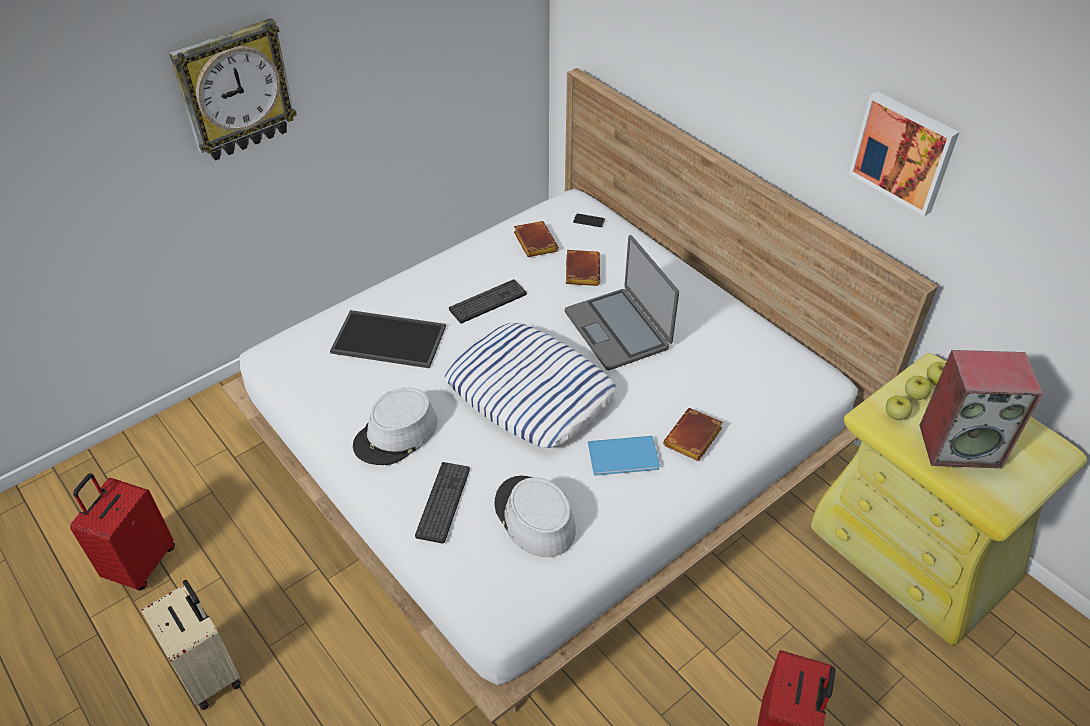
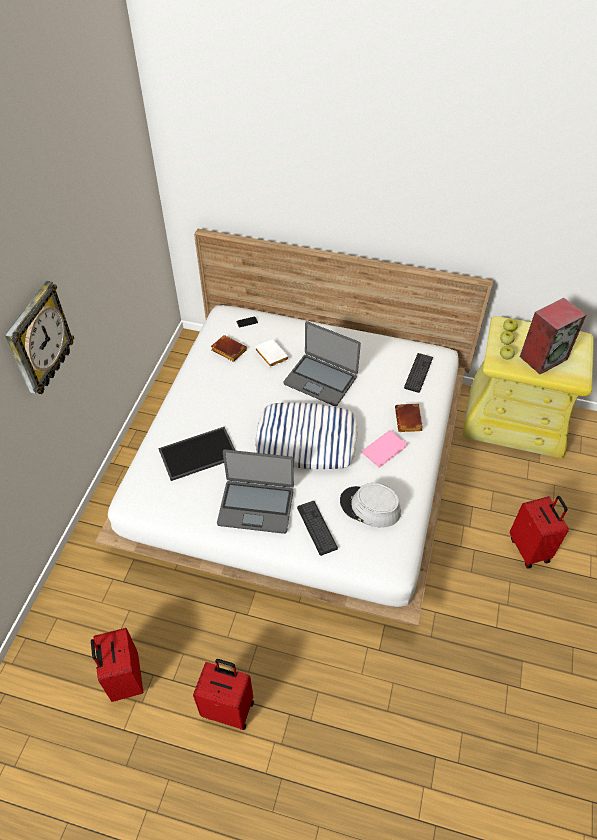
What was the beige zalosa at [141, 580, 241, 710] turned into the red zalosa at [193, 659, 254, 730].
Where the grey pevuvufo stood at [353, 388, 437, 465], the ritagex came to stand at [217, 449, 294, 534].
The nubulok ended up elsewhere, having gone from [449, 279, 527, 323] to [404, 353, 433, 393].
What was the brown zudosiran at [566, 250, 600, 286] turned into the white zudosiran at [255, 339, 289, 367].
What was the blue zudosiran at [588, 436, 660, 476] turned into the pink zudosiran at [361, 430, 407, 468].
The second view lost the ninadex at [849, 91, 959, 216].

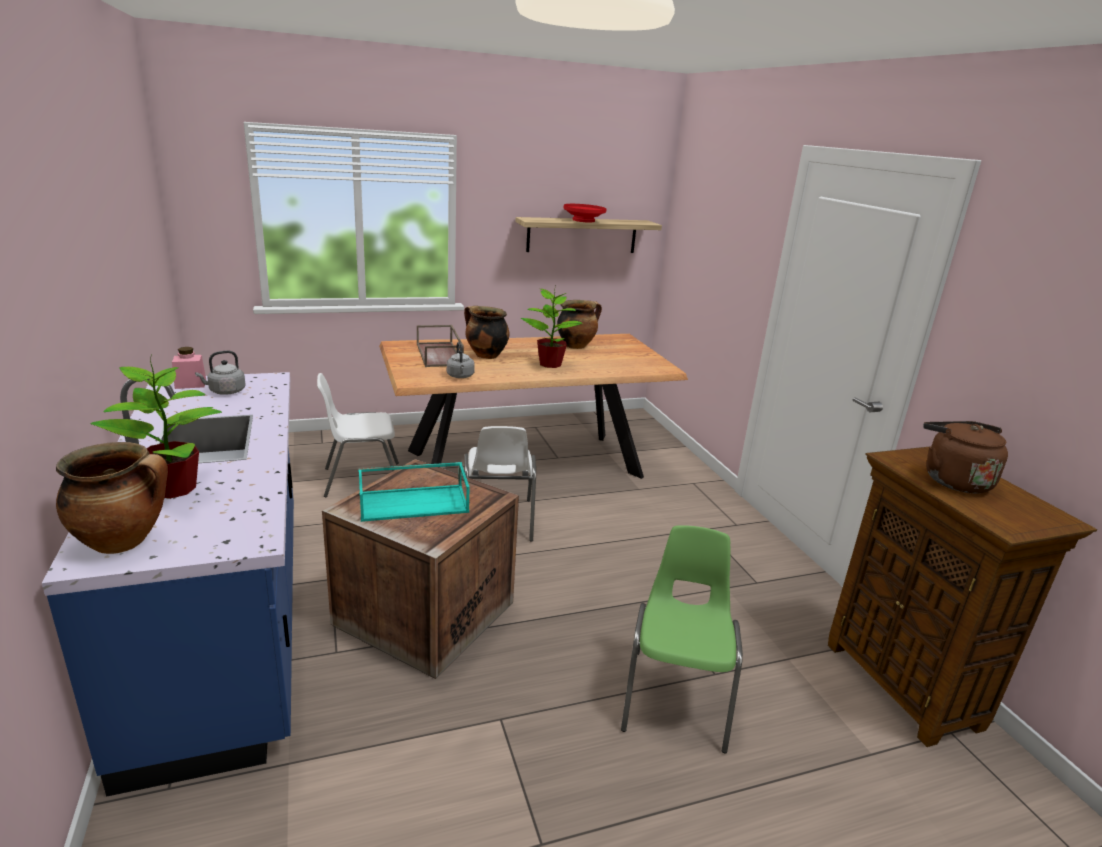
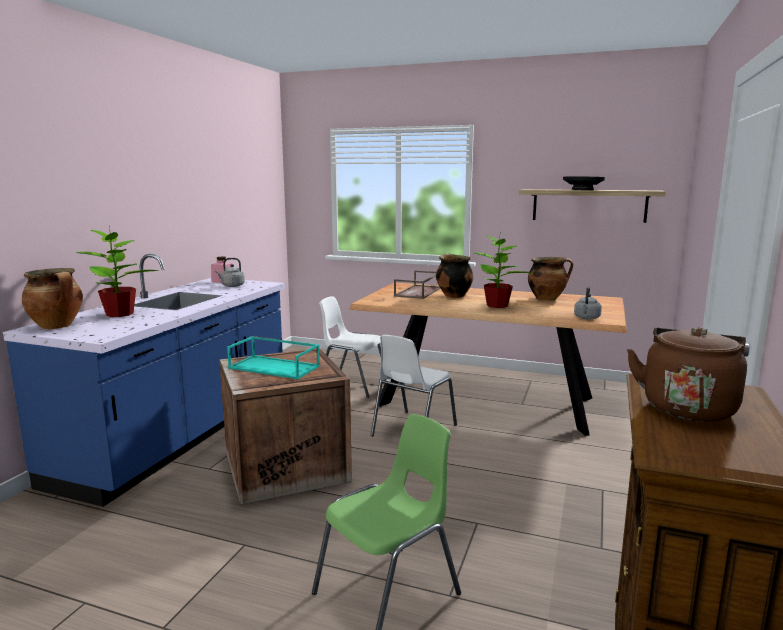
The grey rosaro ended up elsewhere, having gone from [447, 342, 475, 378] to [574, 286, 602, 320].
What was the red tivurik at [563, 204, 607, 223] turned into the black tivurik at [563, 176, 605, 190].

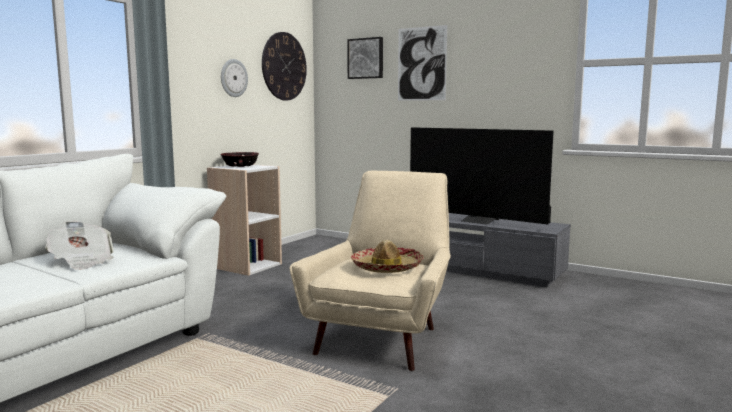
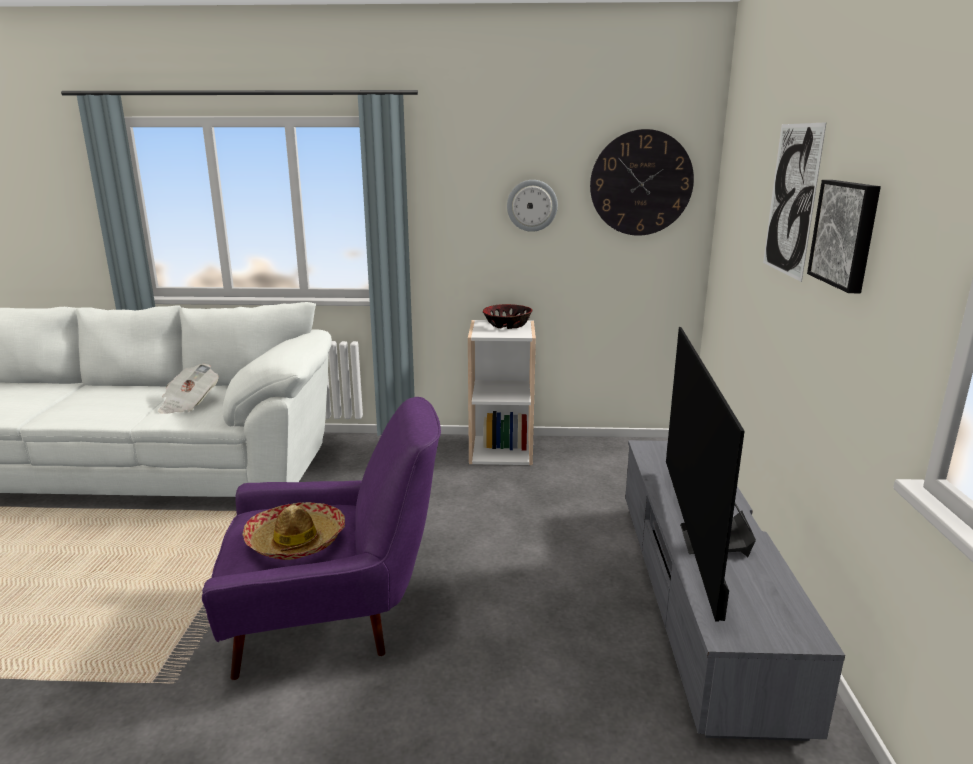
What was the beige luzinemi at [289, 170, 451, 371] turned into the purple luzinemi at [202, 397, 441, 680].
The ninadex ended up elsewhere, having gone from [347, 37, 383, 79] to [807, 180, 881, 293].

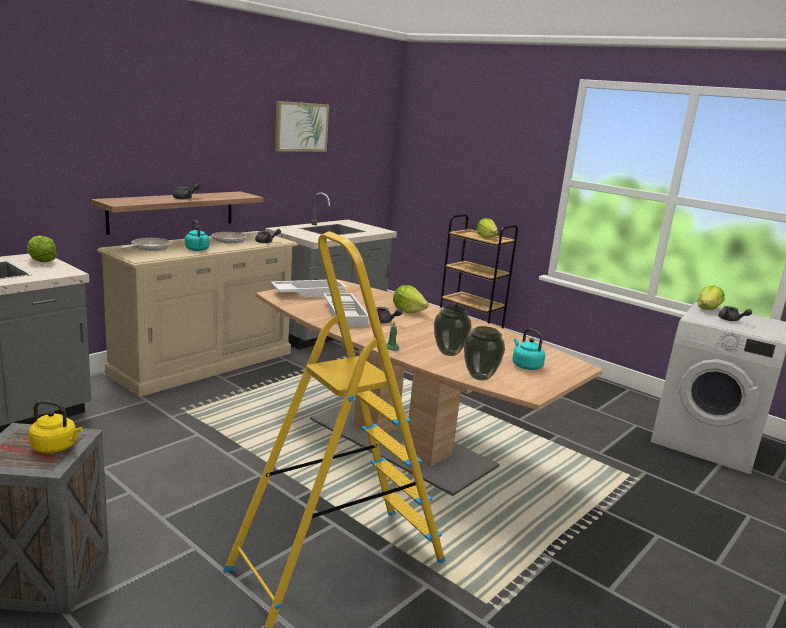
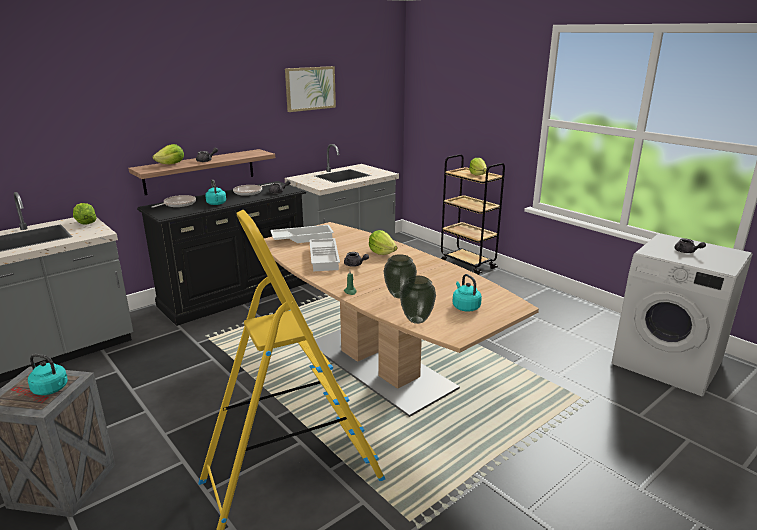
What was the yellow rosaro at [29, 400, 83, 453] turned into the turquoise rosaro at [28, 354, 68, 395].
What was the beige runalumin at [97, 231, 298, 397] turned into the black runalumin at [137, 181, 307, 326].
The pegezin ended up elsewhere, having gone from [697, 286, 725, 310] to [153, 144, 184, 164].

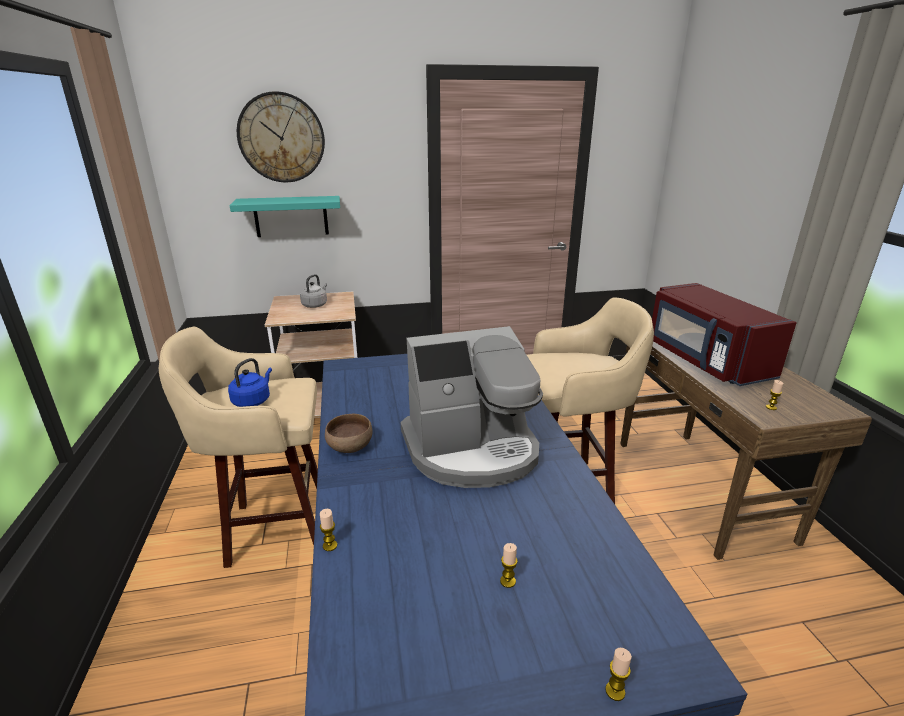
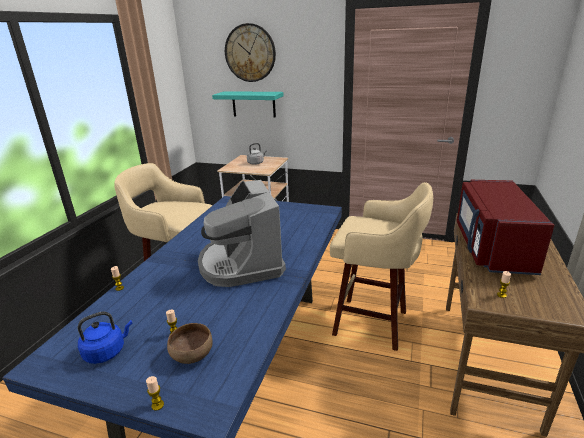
The blue rosaro ended up elsewhere, having gone from [228, 358, 272, 407] to [77, 311, 133, 364].
The brown tivurik ended up elsewhere, having gone from [325, 414, 373, 453] to [167, 323, 213, 364].
The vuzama at [401, 326, 543, 488] ended up facing another way, 60 degrees clockwise from before.

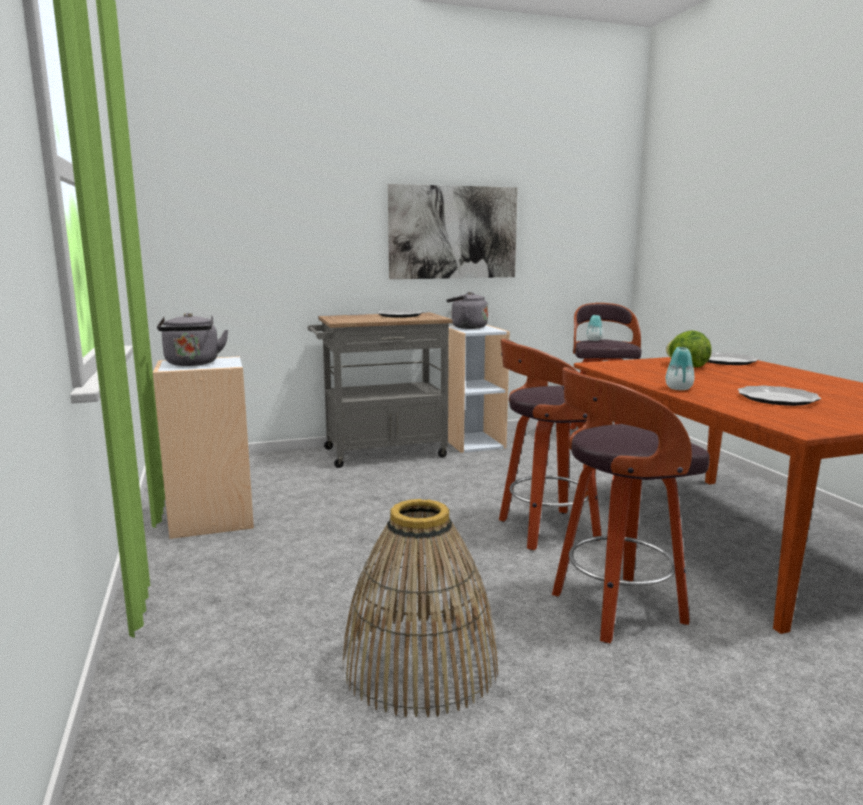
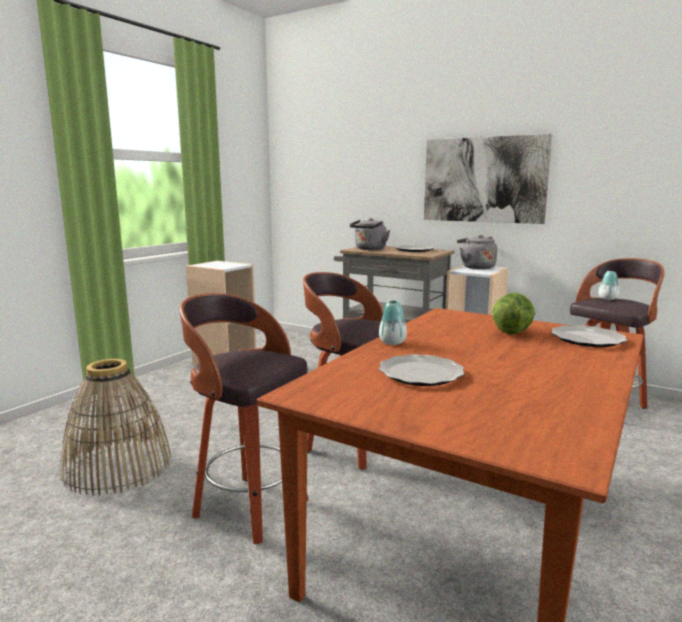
The grey rosaro ended up elsewhere, having gone from [157, 313, 228, 366] to [350, 218, 390, 250].

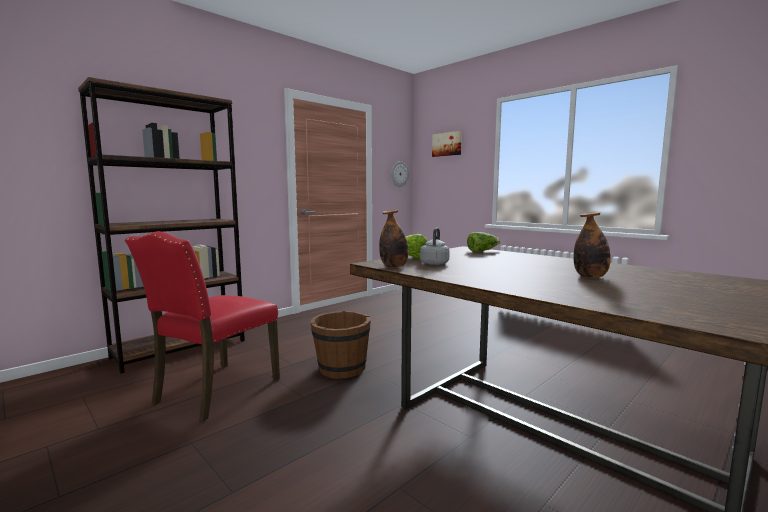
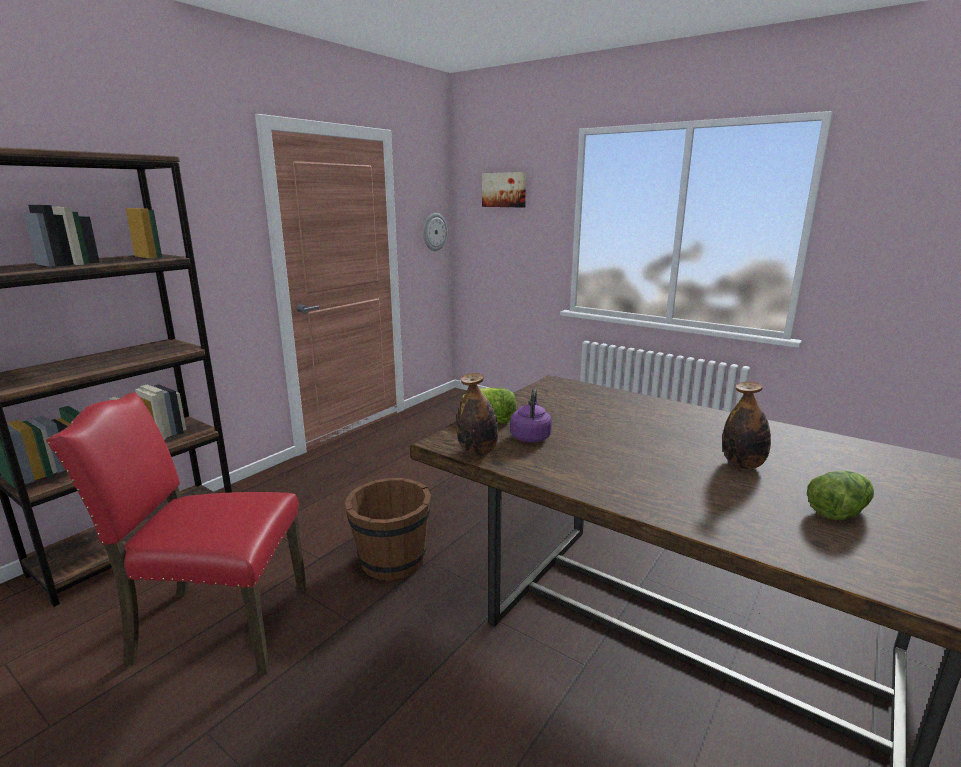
The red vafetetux at [125, 231, 280, 422] ended up facing another way, 75 degrees clockwise from before.
What was the grey rosaro at [420, 228, 450, 265] turned into the purple rosaro at [510, 388, 552, 442].
The pegezin ended up elsewhere, having gone from [467, 232, 500, 252] to [807, 471, 874, 520].

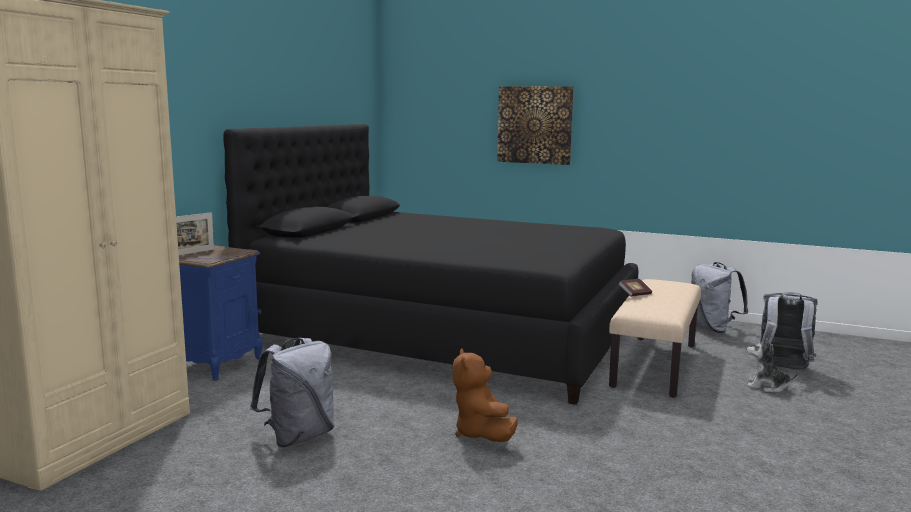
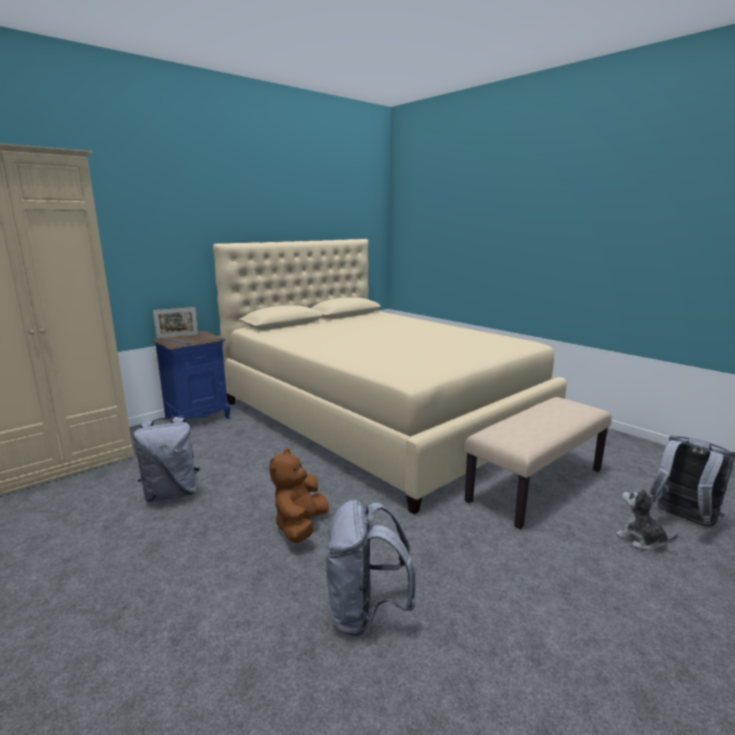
What was the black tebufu at [223, 124, 639, 405] turned into the beige tebufu at [213, 239, 567, 514].
The second view lost the ninadex at [497, 86, 574, 165].
The second view lost the zudosiran at [618, 279, 652, 297].
The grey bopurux ended up elsewhere, having gone from [691, 262, 749, 333] to [325, 500, 416, 636].

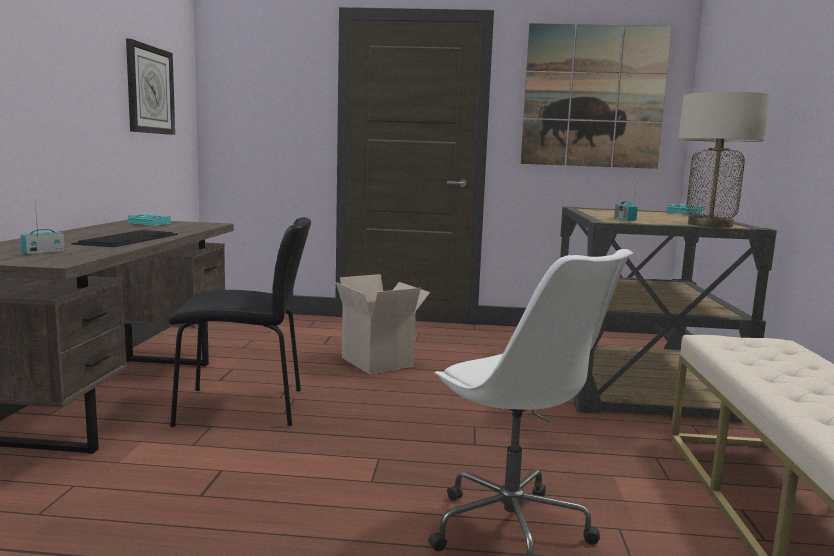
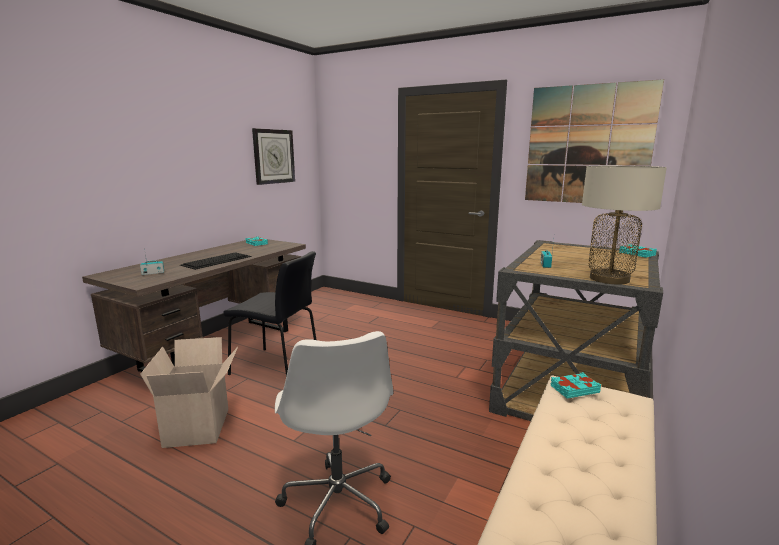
The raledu ended up elsewhere, having gone from [336, 274, 430, 374] to [140, 337, 238, 448].
The second view gained the turquoise zudosiran at [551, 372, 601, 399].

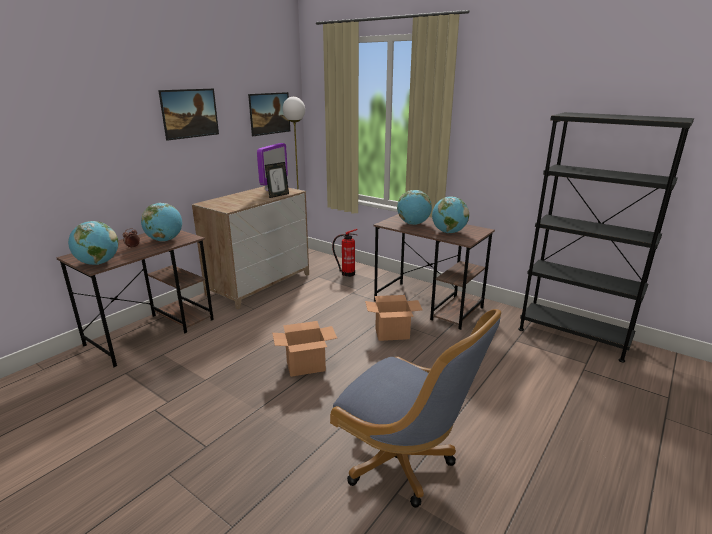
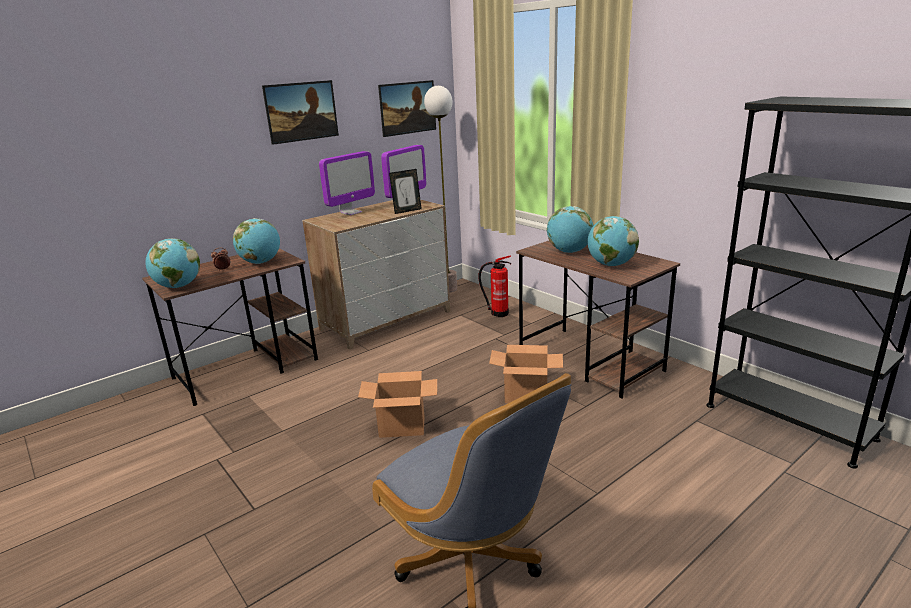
The second view gained the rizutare at [319, 151, 375, 215].

